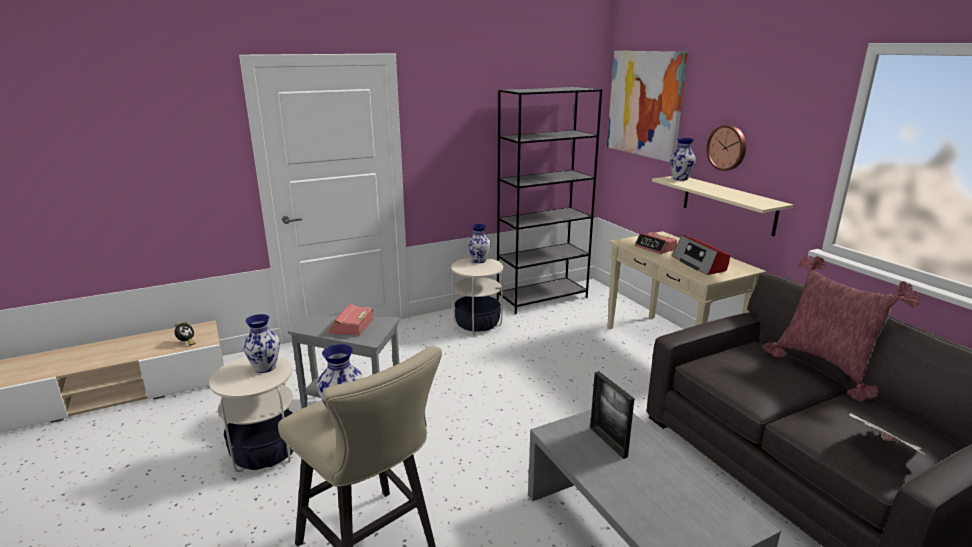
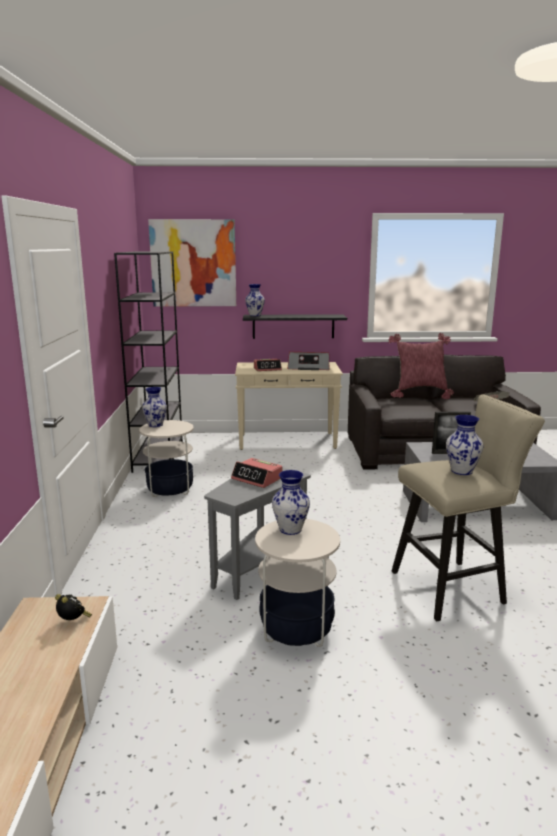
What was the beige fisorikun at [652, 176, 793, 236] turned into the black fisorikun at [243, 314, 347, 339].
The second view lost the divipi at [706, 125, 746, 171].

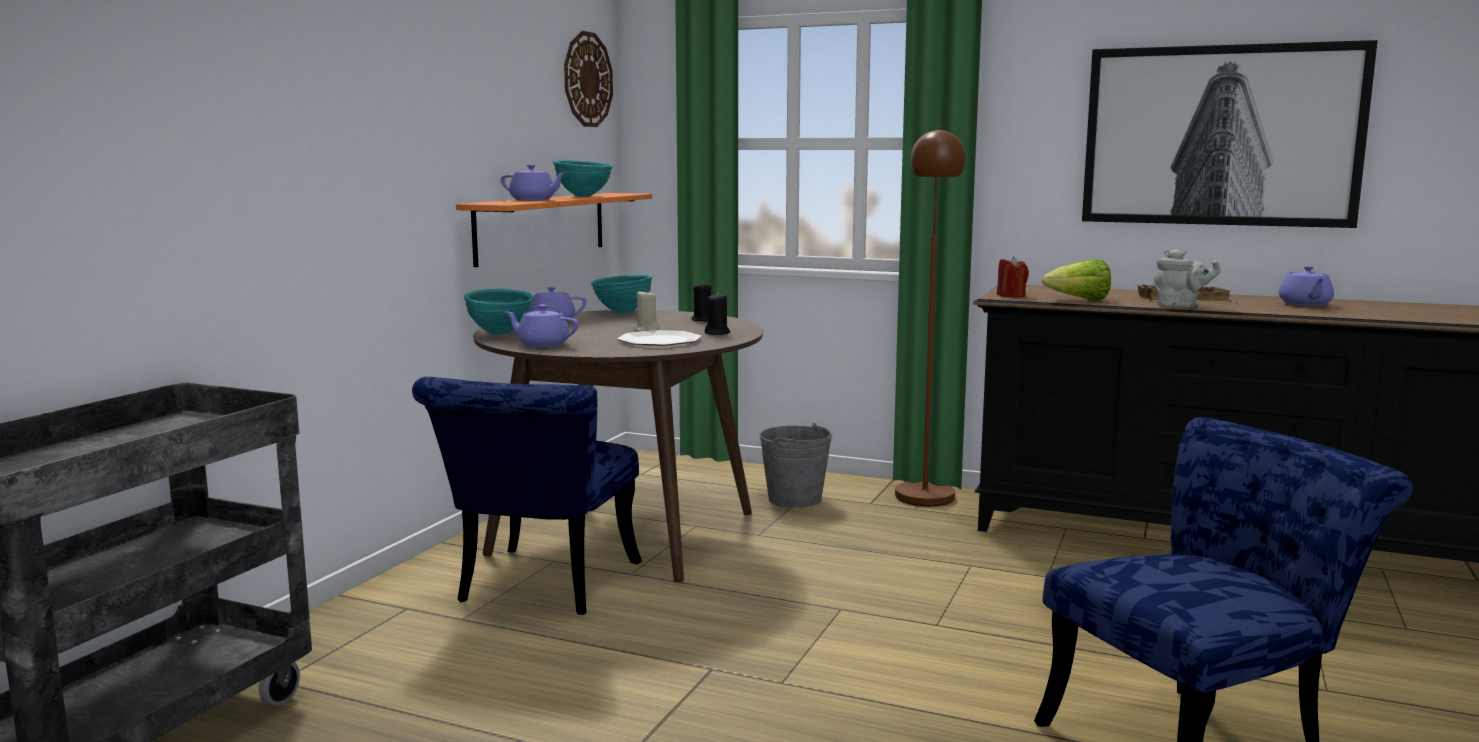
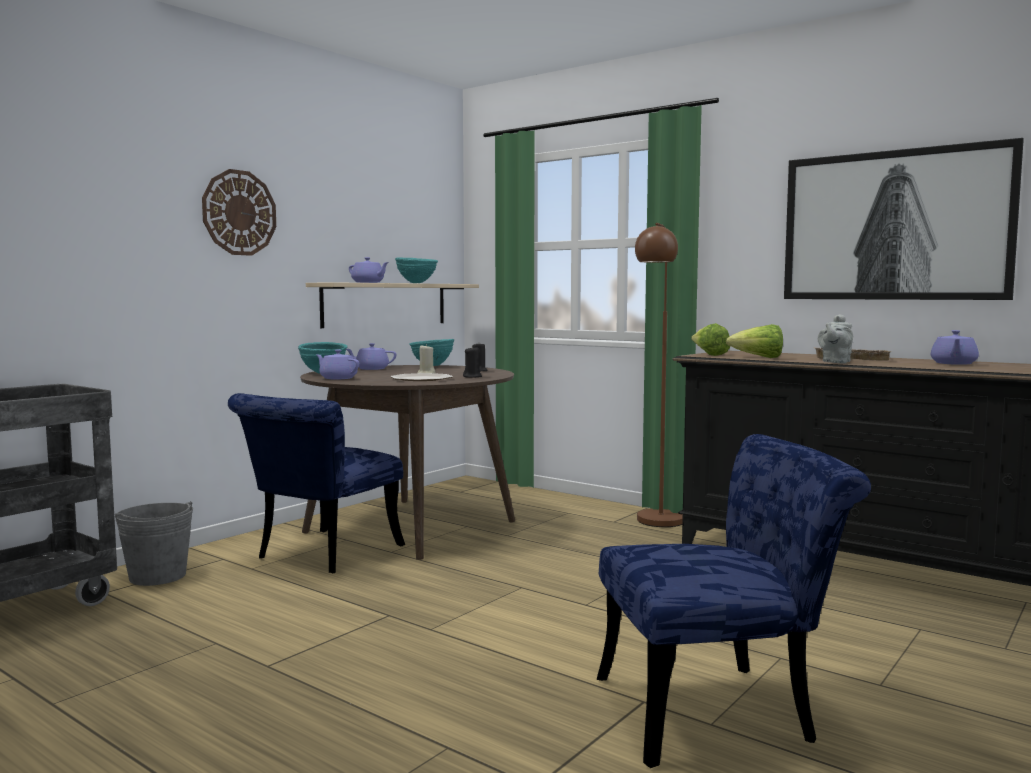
What was the orange fisorikun at [456, 193, 652, 267] turned into the beige fisorikun at [306, 282, 479, 328].
The divipi ended up elsewhere, having gone from [564, 31, 613, 127] to [202, 169, 276, 256].
The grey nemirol ended up elsewhere, having gone from [759, 423, 832, 508] to [115, 501, 193, 586].
Where the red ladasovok stood at [997, 256, 1029, 298], the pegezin came to stand at [691, 323, 730, 356].
The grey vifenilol at [1153, 249, 1220, 307] ended up facing another way, 90 degrees clockwise from before.

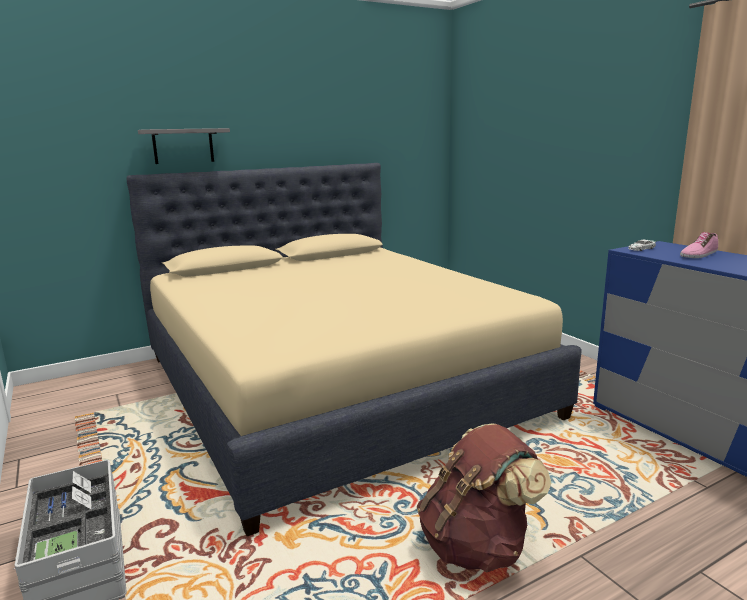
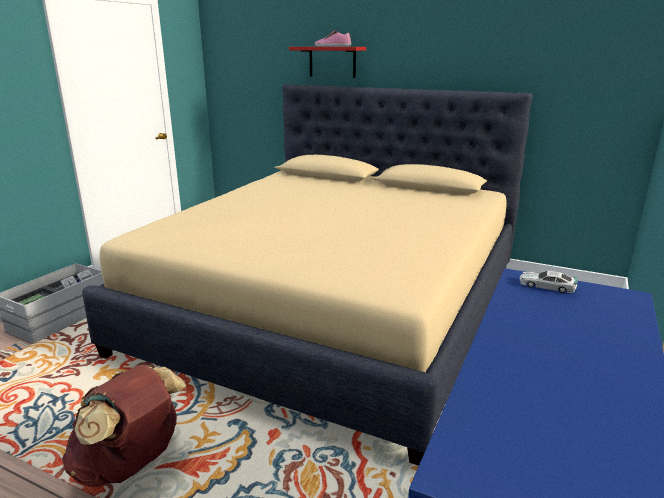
What was the grey fisorikun at [138, 128, 230, 164] turned into the red fisorikun at [289, 47, 366, 78].
The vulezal ended up elsewhere, having gone from [680, 232, 718, 258] to [314, 30, 351, 47].

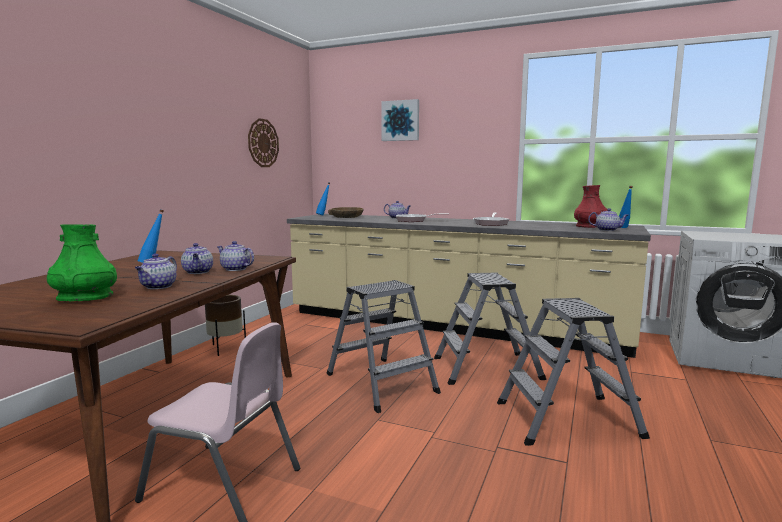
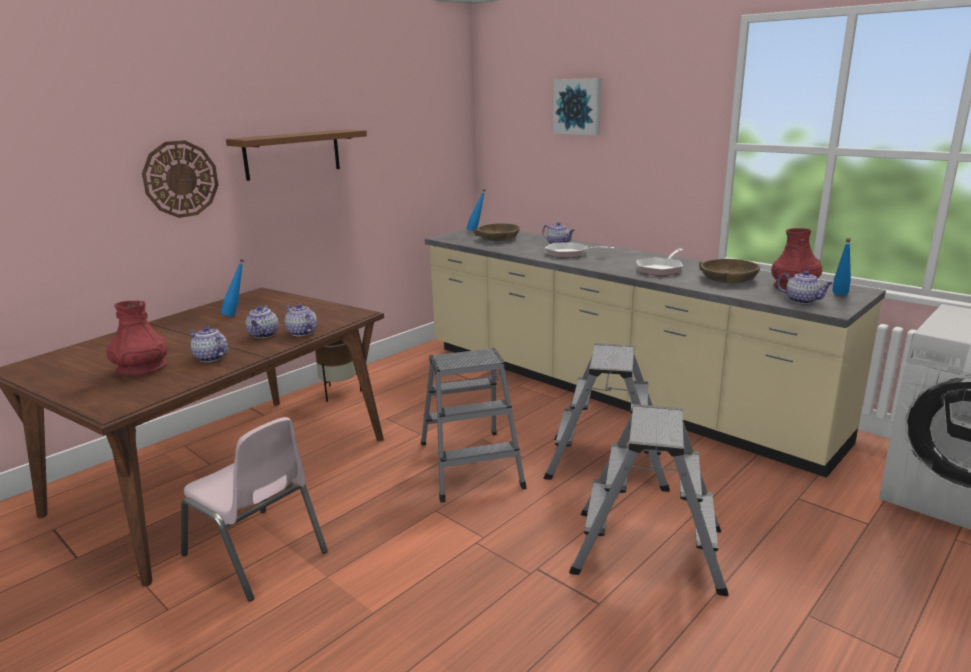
What was the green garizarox at [47, 224, 117, 301] turned into the red garizarox at [106, 301, 168, 376].
The vifenilol at [135, 254, 177, 289] ended up facing another way, 90 degrees clockwise from before.
The divipi ended up elsewhere, having gone from [248, 118, 279, 167] to [142, 140, 218, 218].
The second view gained the brown fisorikun at [226, 129, 367, 181].
The second view gained the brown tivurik at [699, 259, 760, 283].

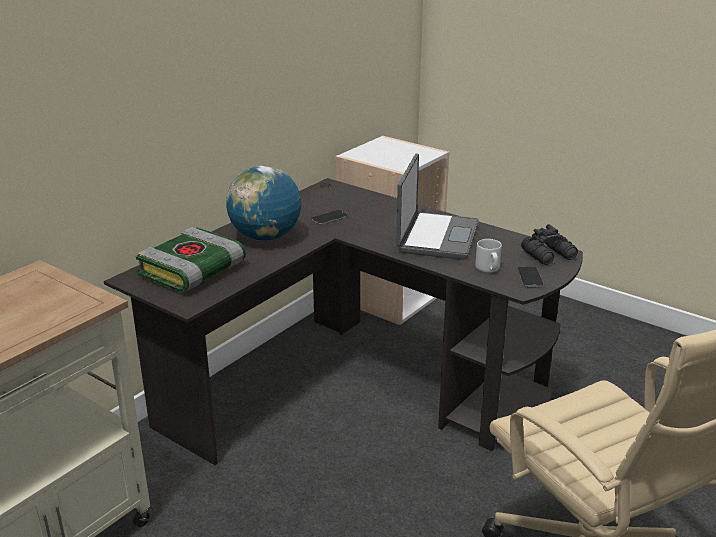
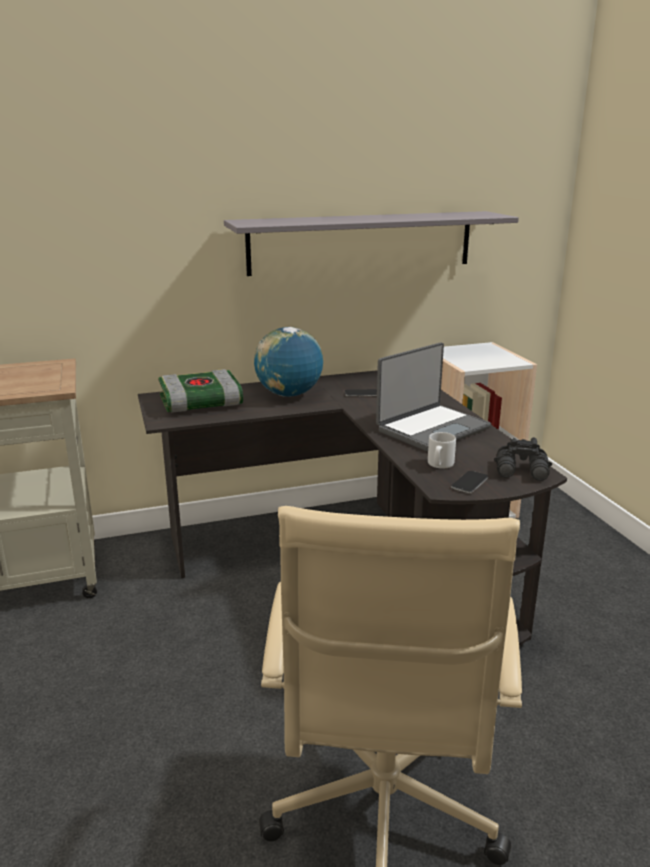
The second view gained the grey fisorikun at [224, 211, 519, 276].

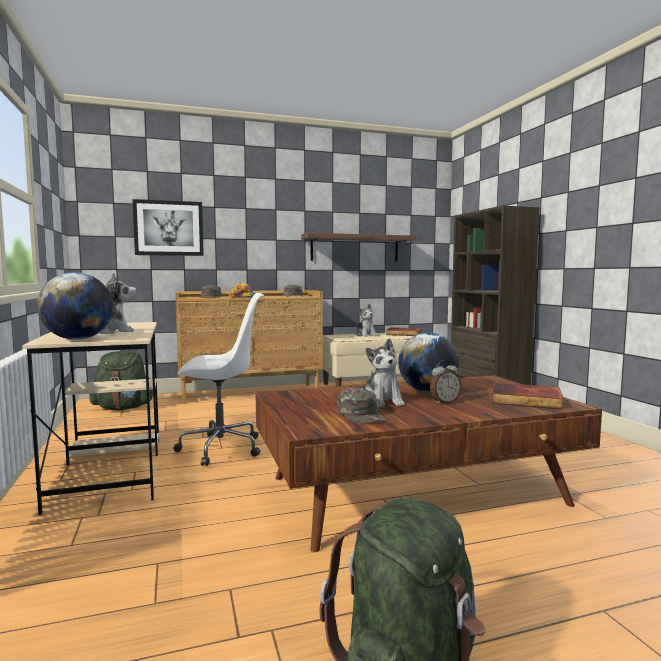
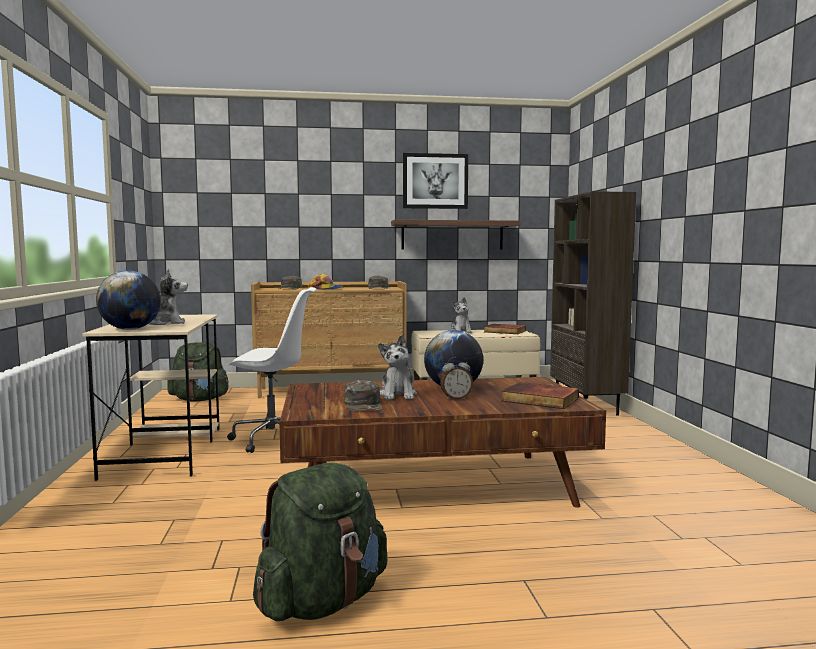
The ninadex ended up elsewhere, having gone from [132, 199, 204, 256] to [403, 153, 468, 209].

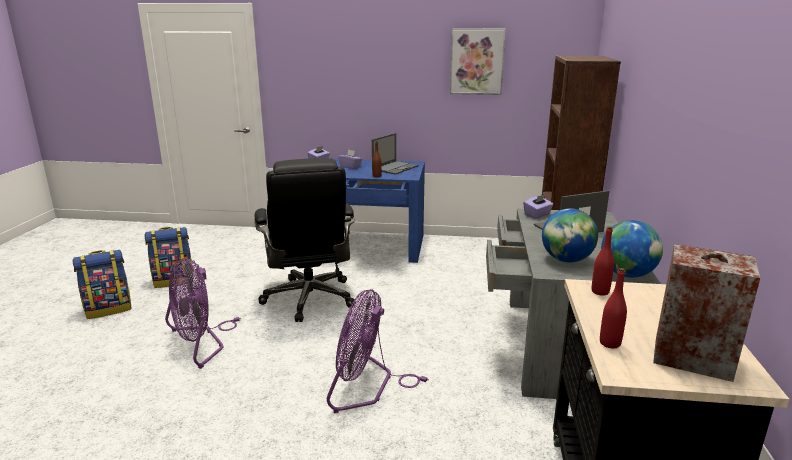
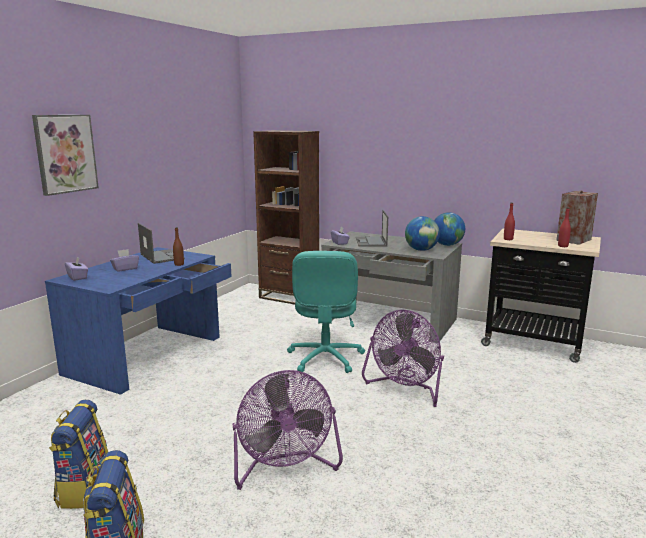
The second view lost the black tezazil at [254, 158, 356, 322].
The ninadex ended up elsewhere, having gone from [450, 28, 506, 95] to [32, 115, 99, 196].
The second view gained the turquoise tezazil at [287, 251, 365, 373].

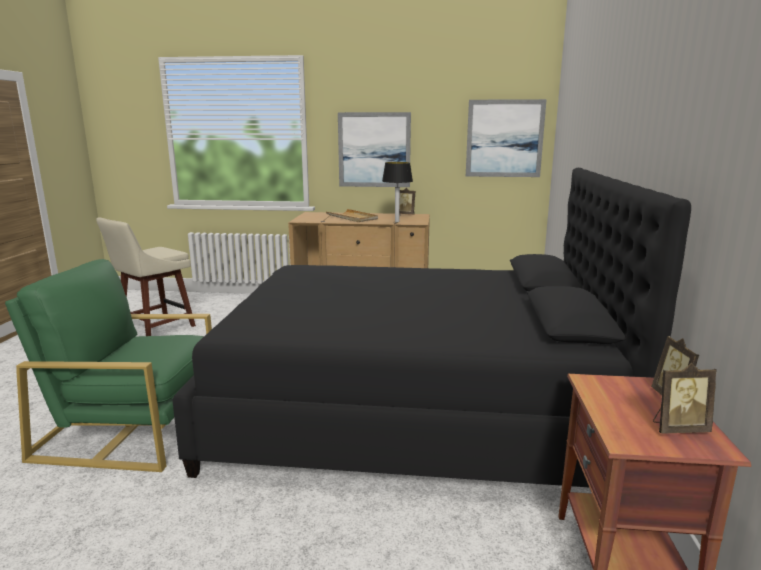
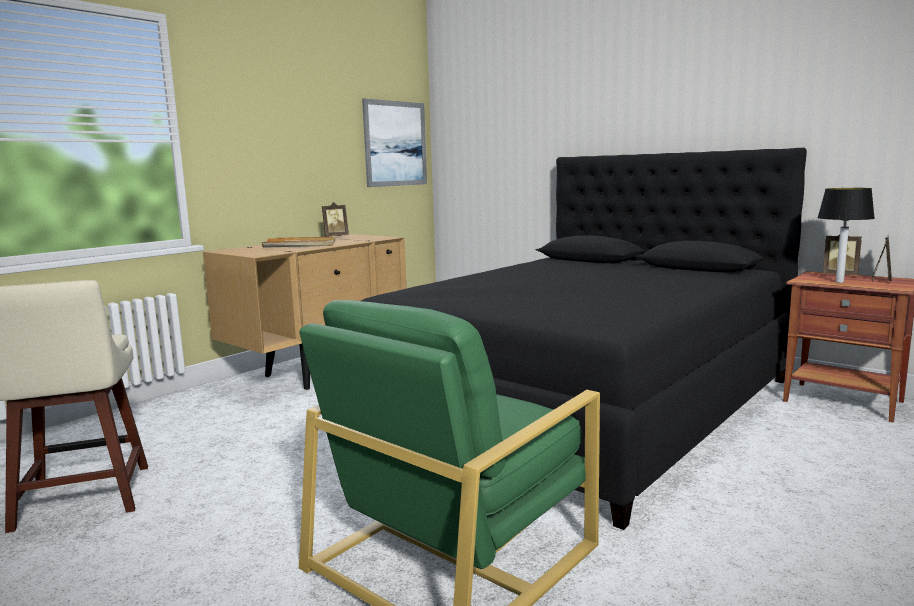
The second view lost the ninadex at [338, 112, 411, 187].
The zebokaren ended up elsewhere, having gone from [382, 162, 413, 222] to [817, 188, 875, 283].

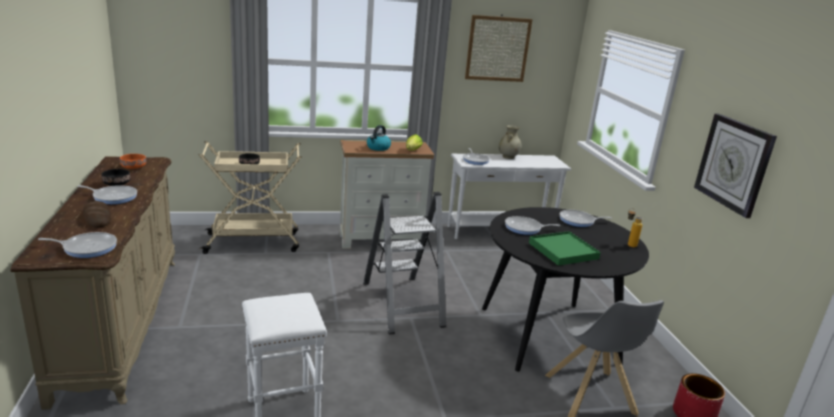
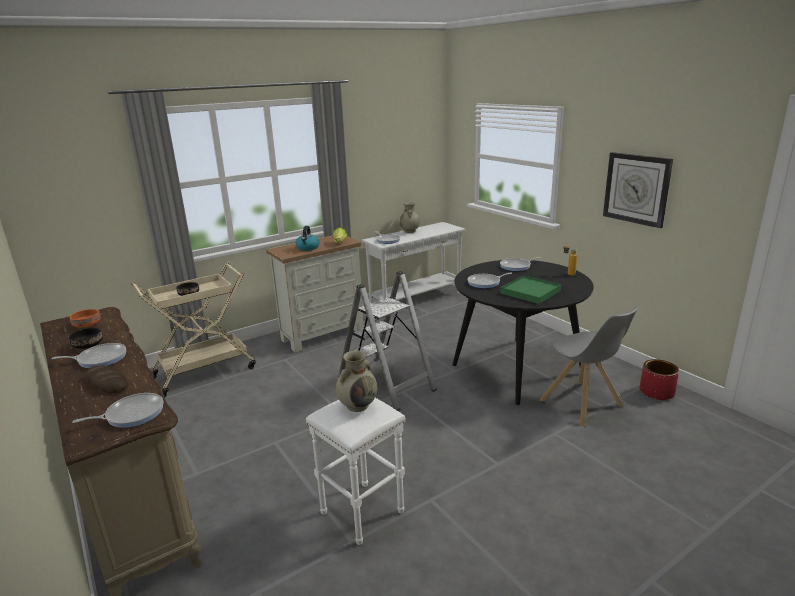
The second view lost the ninadex at [465, 15, 533, 82].
The second view gained the beige garizarox at [336, 350, 377, 412].

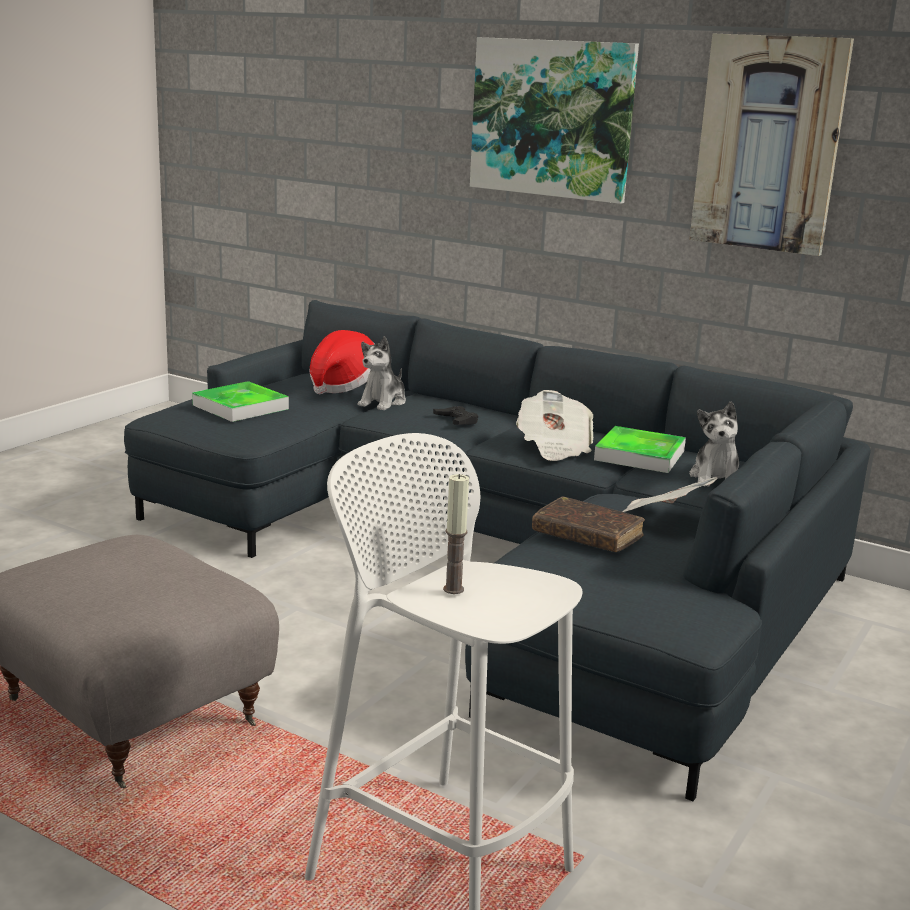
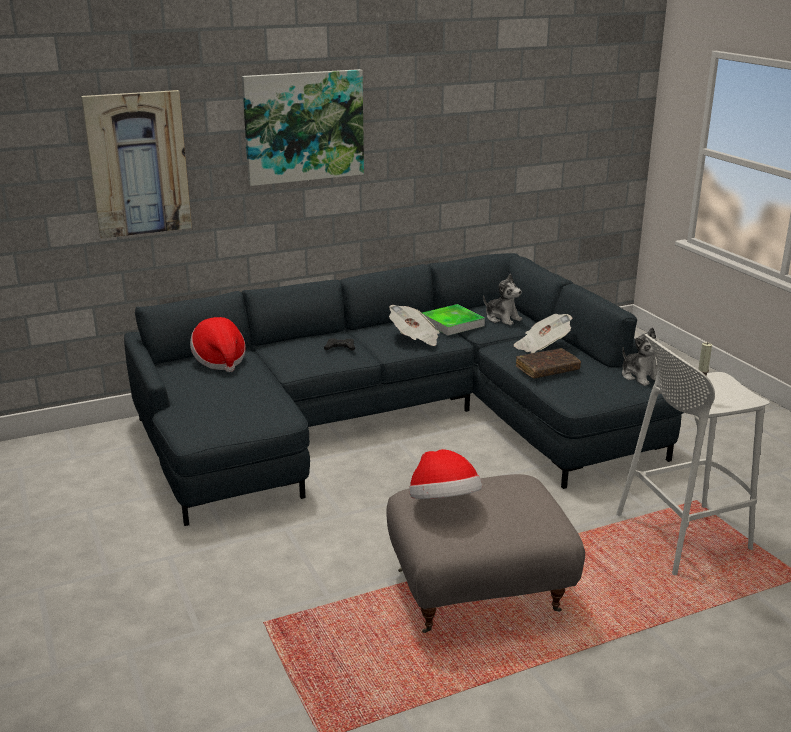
The second view lost the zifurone at [192, 381, 289, 422].
The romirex ended up elsewhere, having gone from [358, 336, 406, 410] to [622, 327, 658, 386].
The ninadex ended up elsewhere, having gone from [689, 34, 854, 256] to [81, 90, 192, 239].
The second view gained the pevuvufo at [410, 449, 482, 499].

